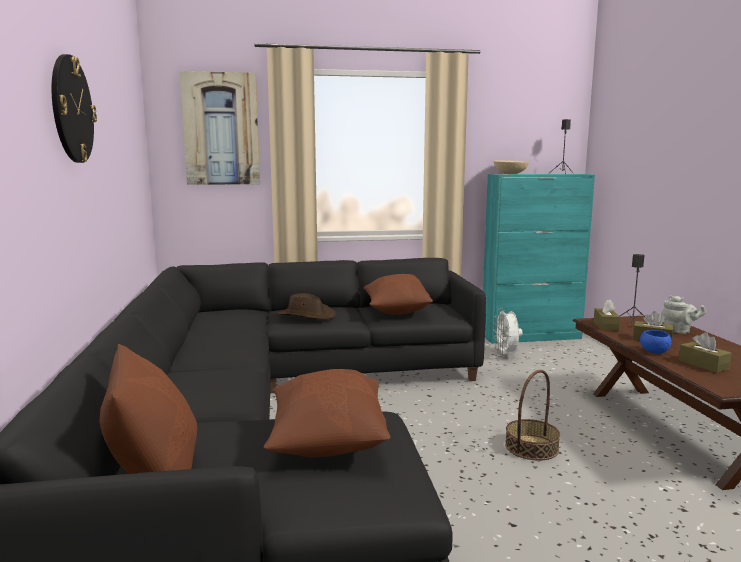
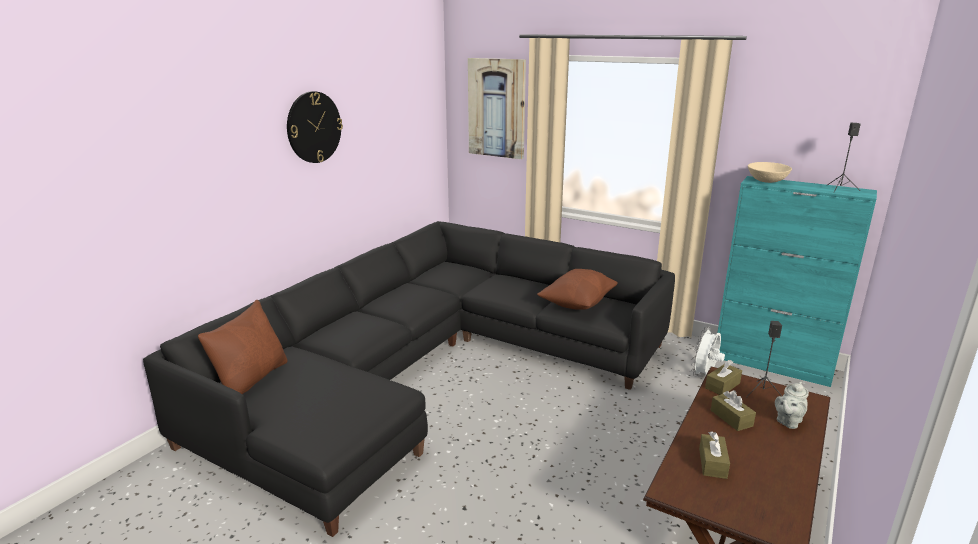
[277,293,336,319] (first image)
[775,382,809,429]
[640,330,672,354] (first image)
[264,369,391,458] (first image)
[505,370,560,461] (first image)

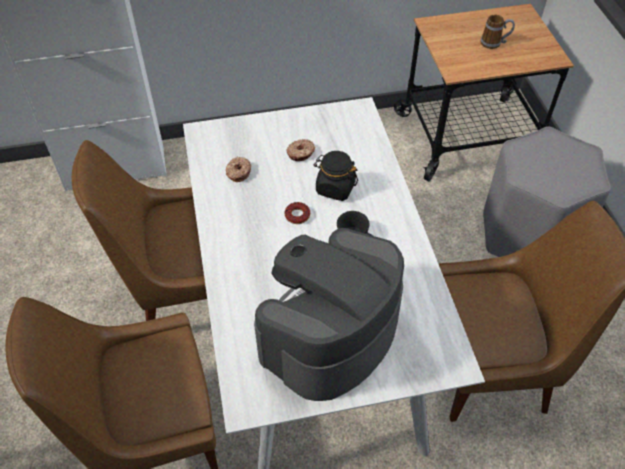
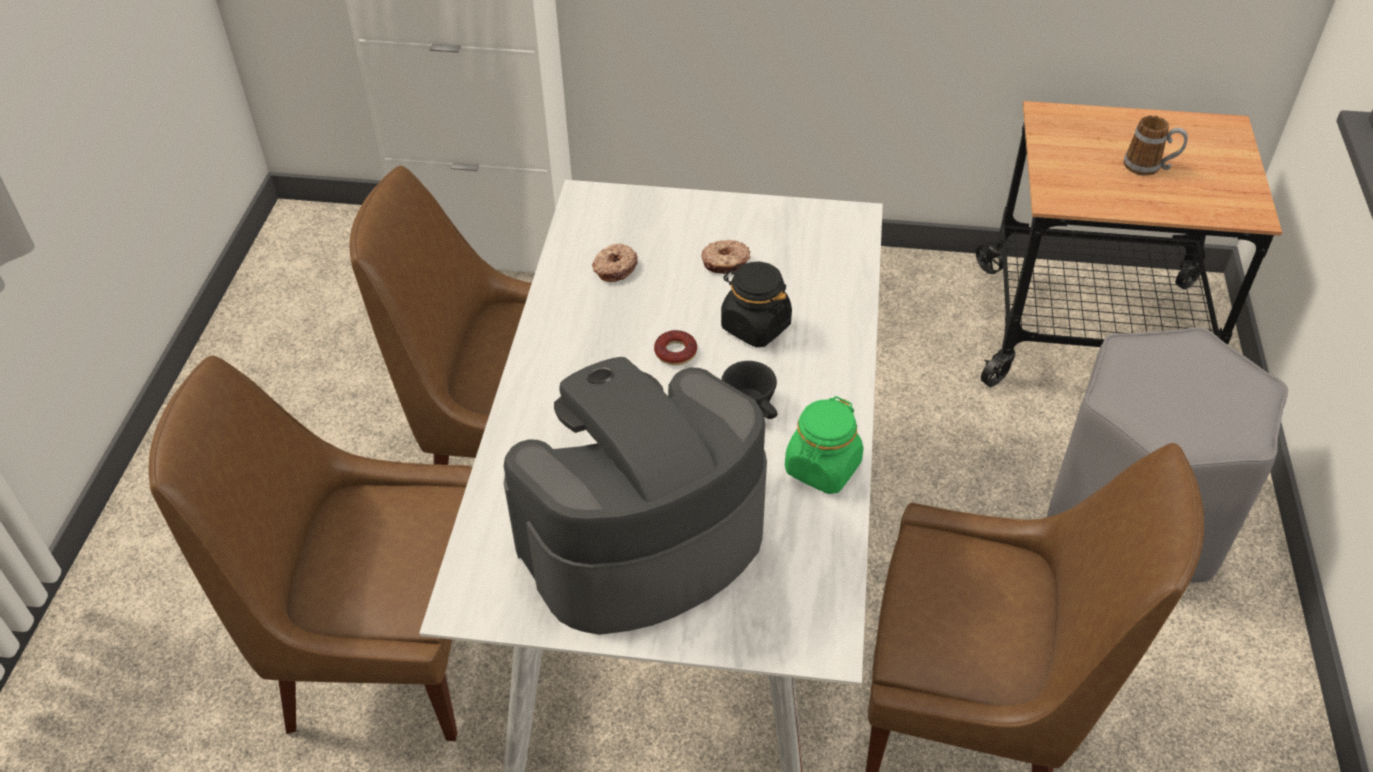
[785,396,864,494]

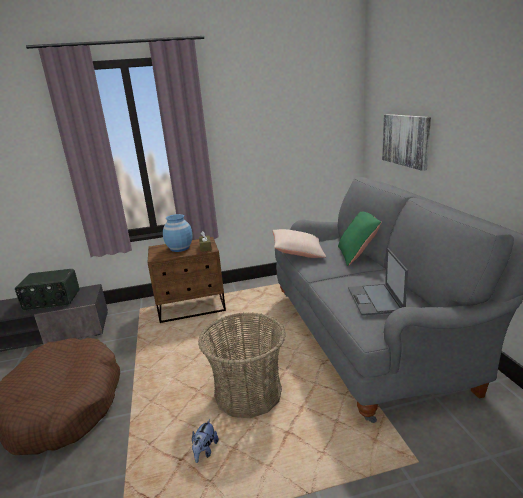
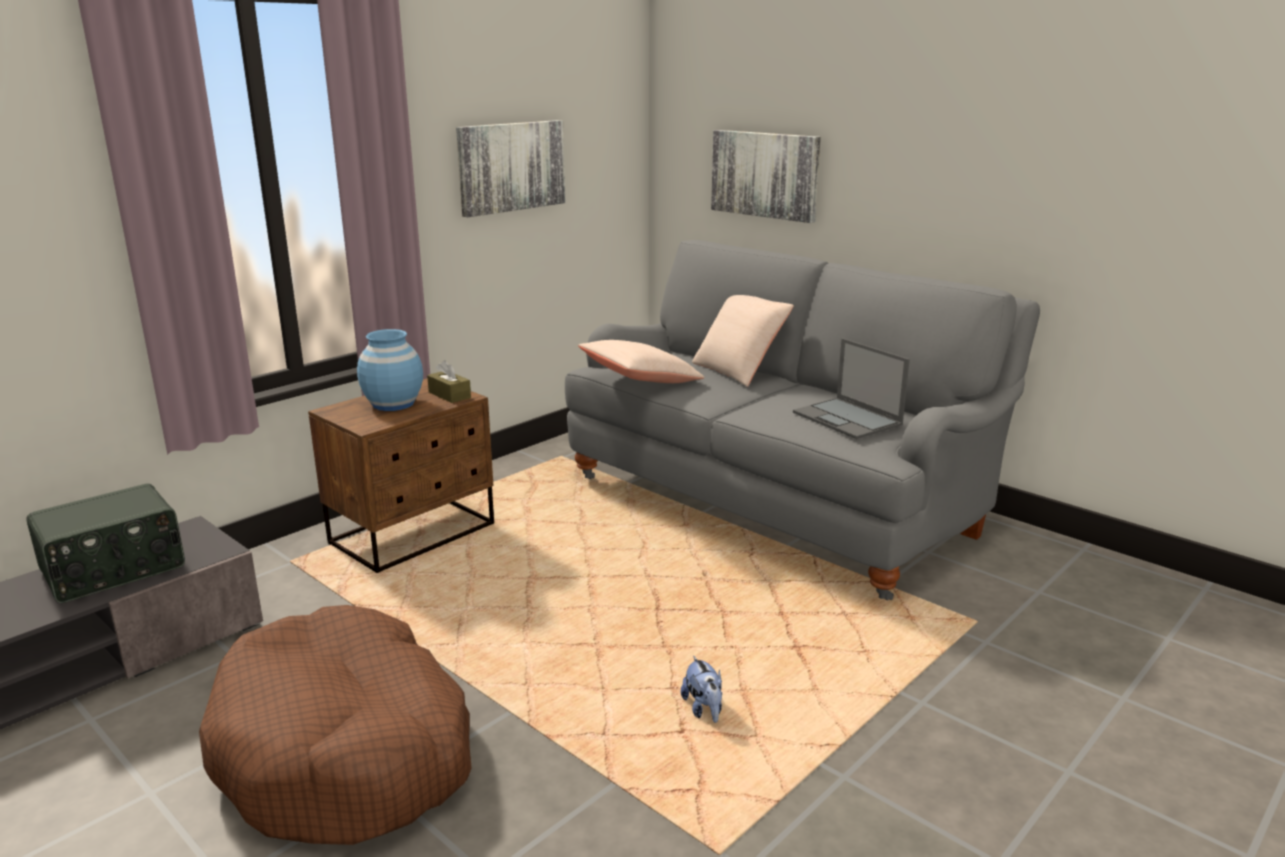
[692,295,794,387]
[198,313,286,418] (first image)
[456,120,565,217]

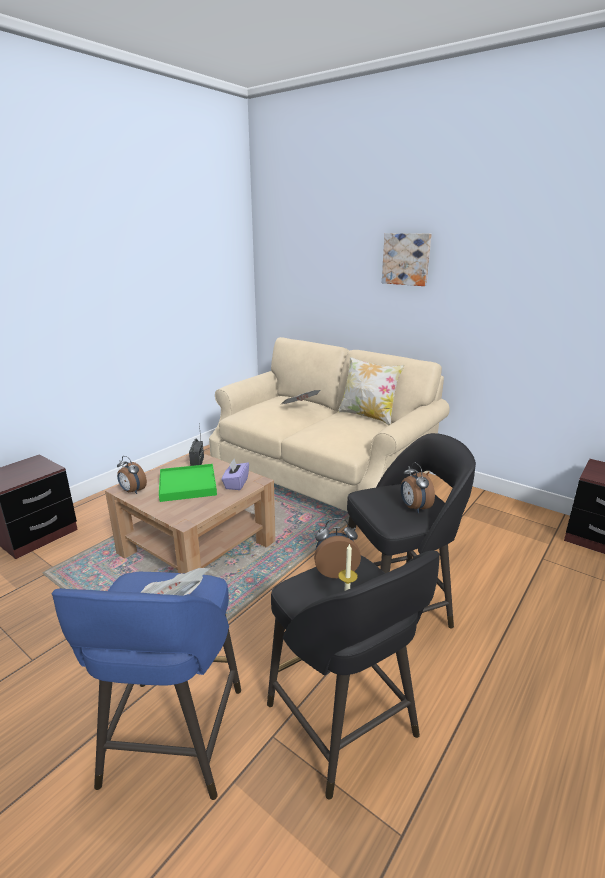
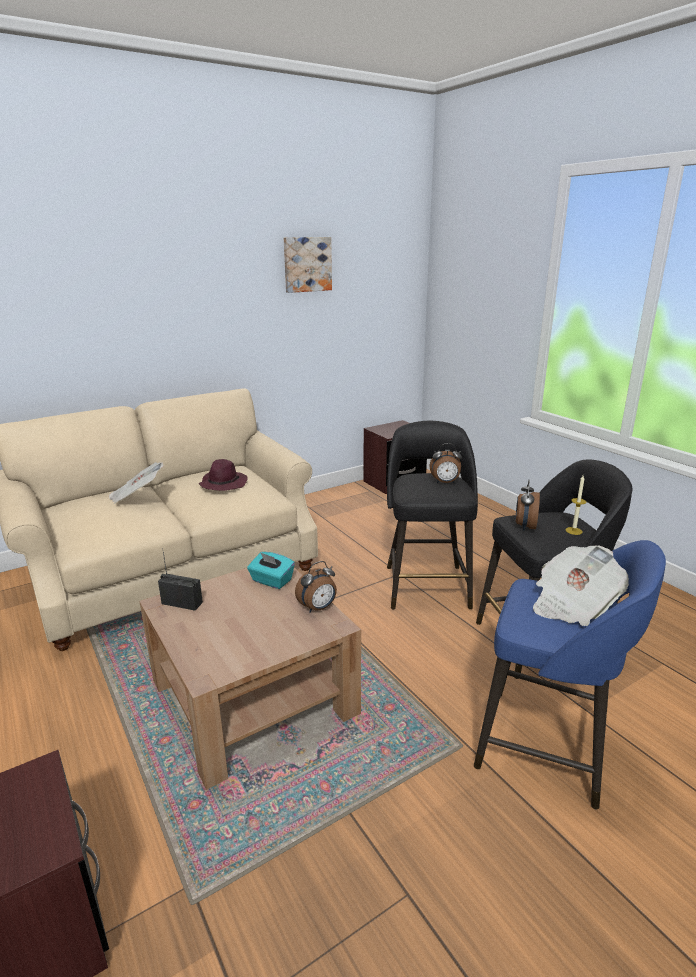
[284,237,332,293]
[338,357,405,425] (first image)
[295,561,337,613]
[247,552,295,589]
[159,464,217,502] (first image)
[199,459,248,491]

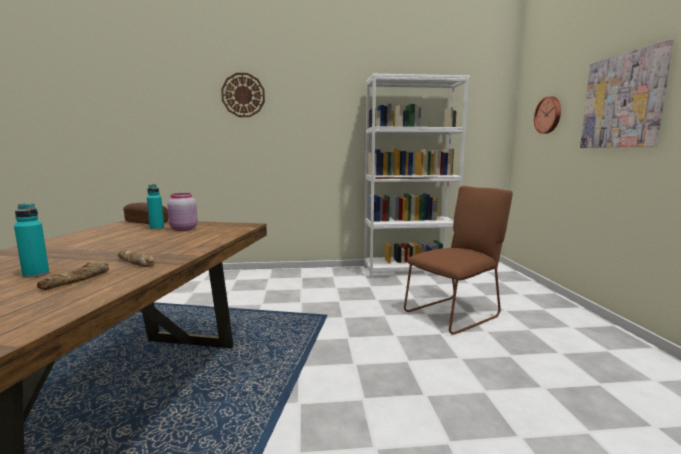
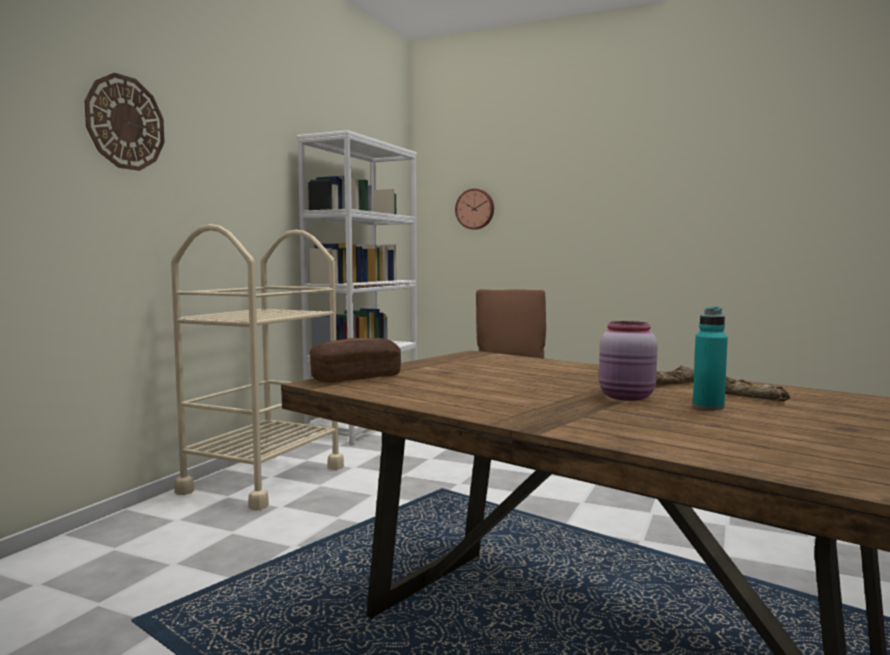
[580,39,674,148] (first image)
[147,184,164,230] (first image)
[599,321,658,401]
[171,224,344,510]

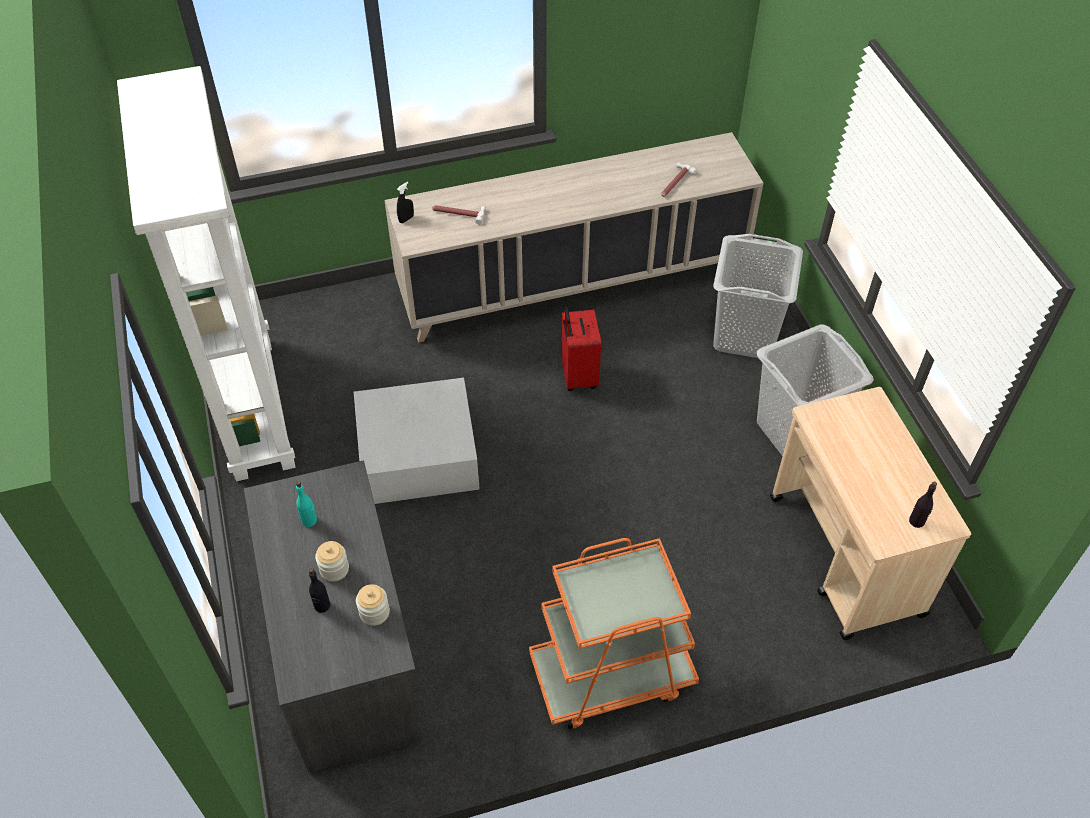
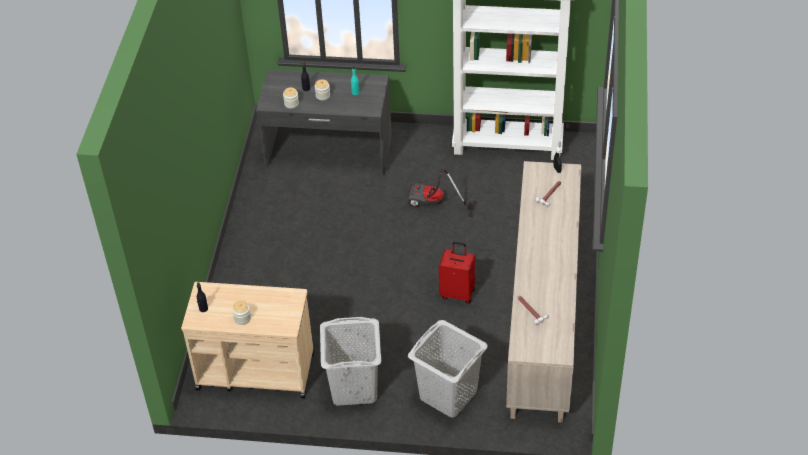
[407,169,477,217]
[529,538,699,729] (first image)
[232,301,251,325]

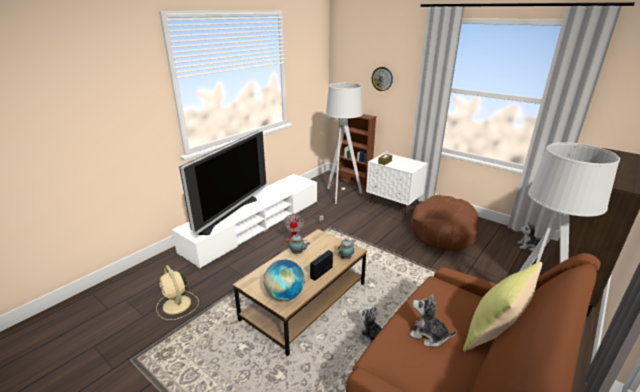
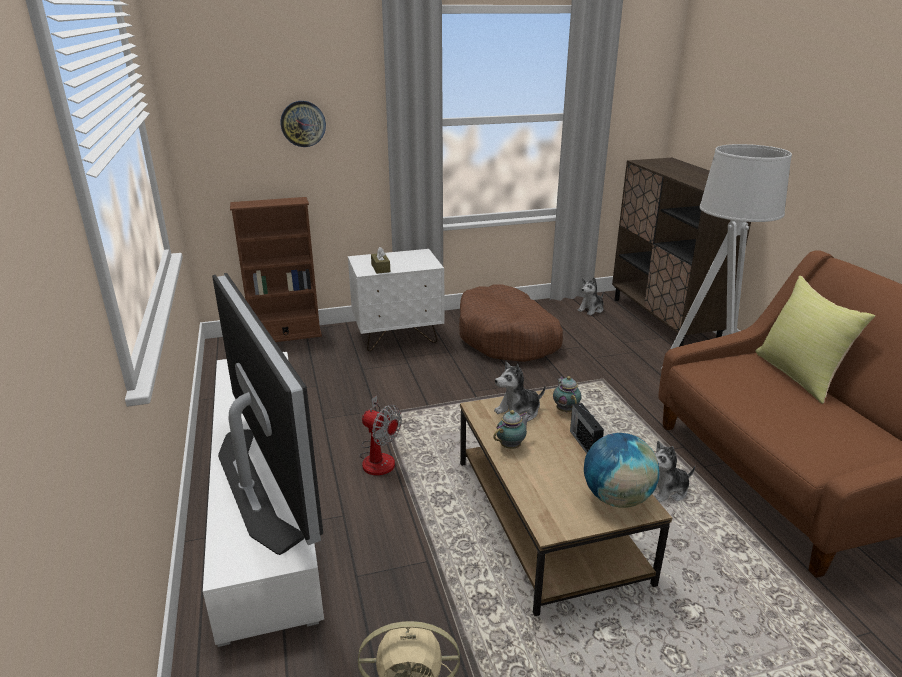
[326,83,363,204] (first image)
[494,361,546,422]

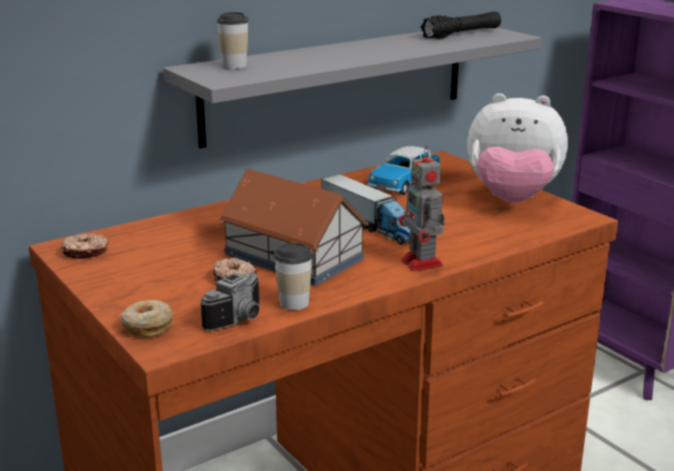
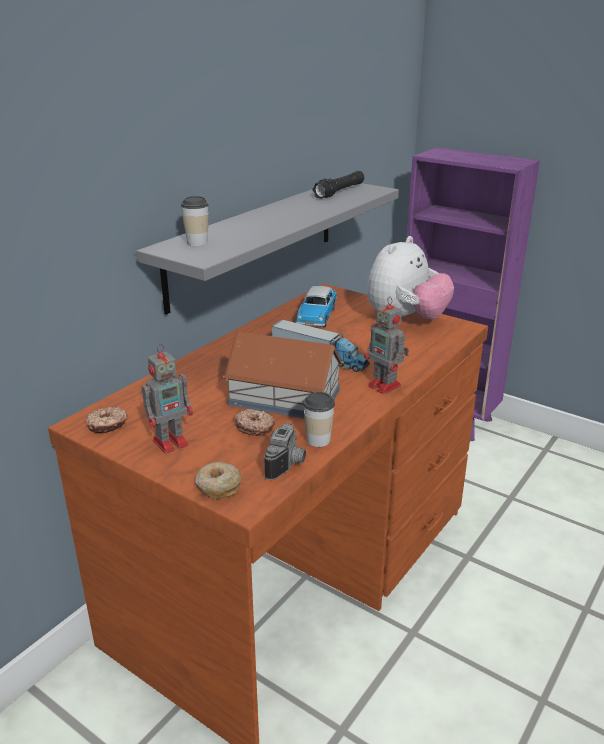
[367,236,454,319]
[142,344,193,454]

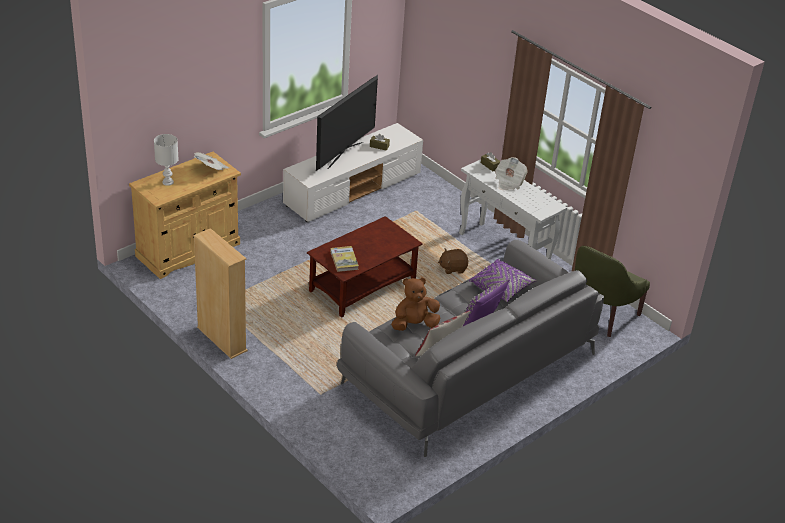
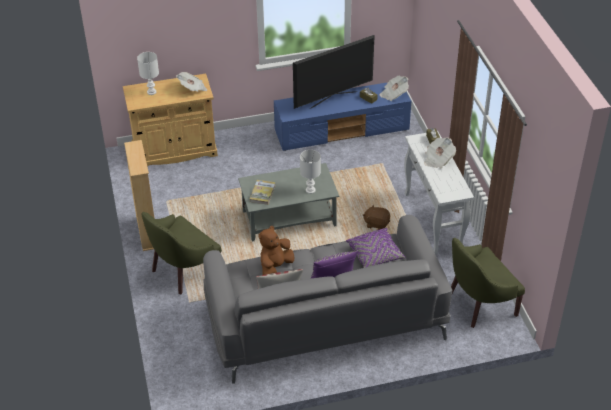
[274,82,411,151]
[238,163,339,241]
[258,226,295,275]
[380,76,409,101]
[300,150,321,194]
[142,212,222,294]

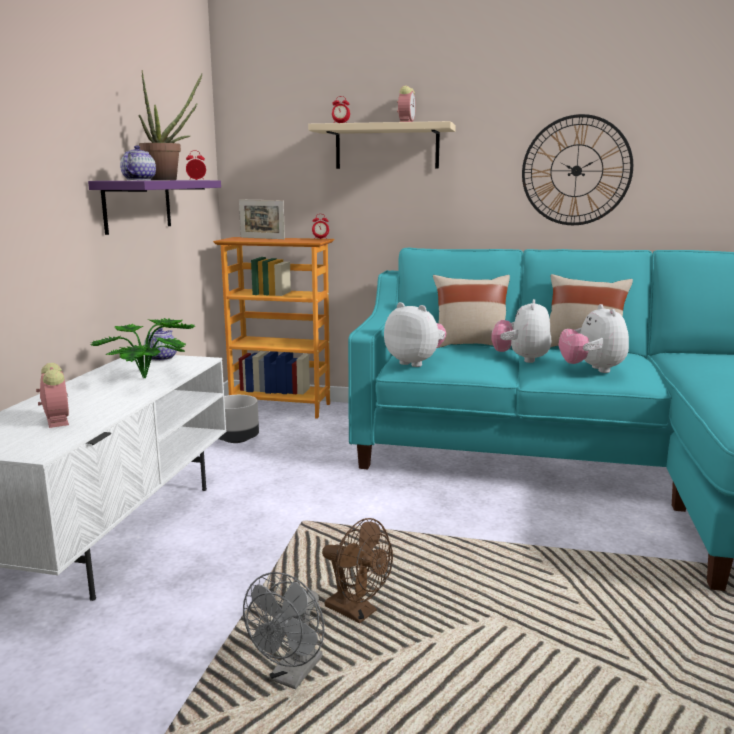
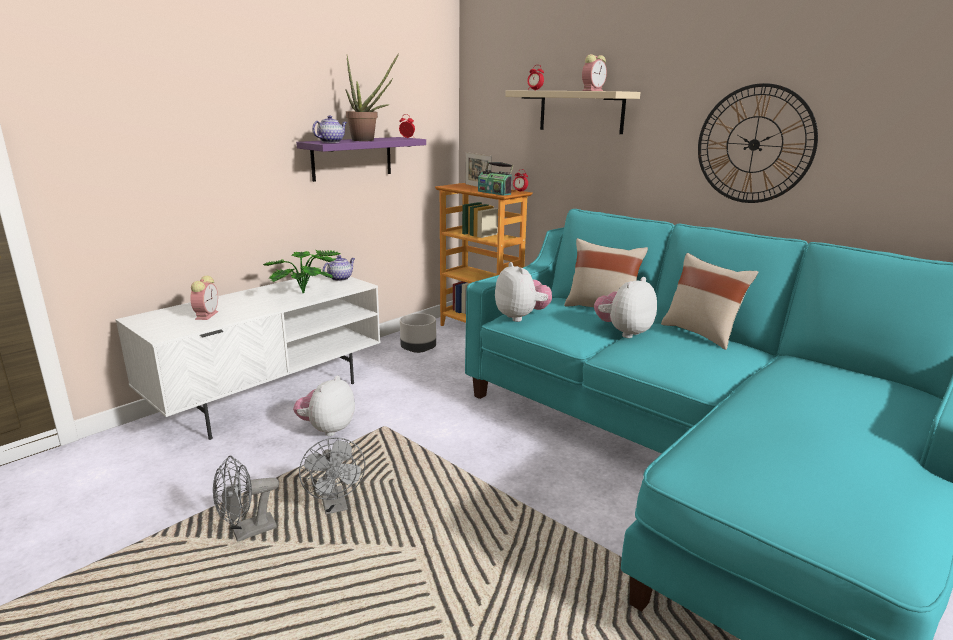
[293,375,355,436]
[299,438,365,515]
[478,162,514,196]

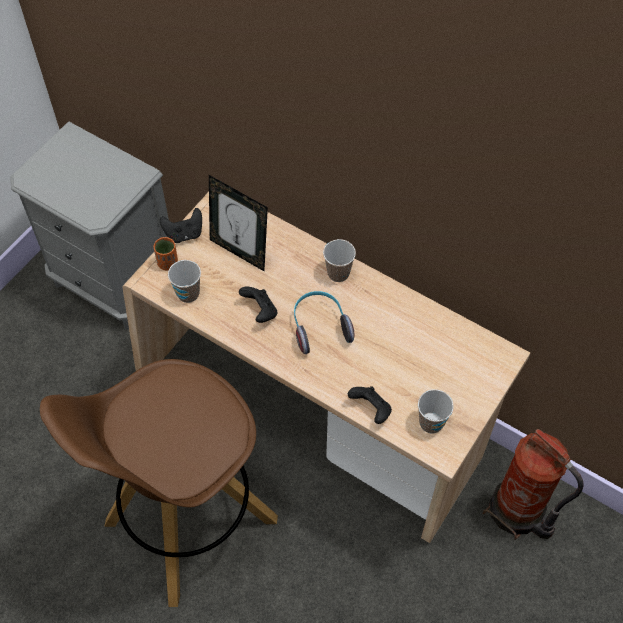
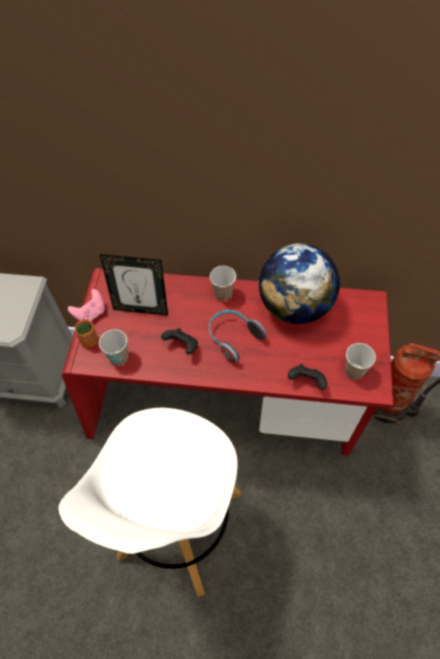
[62,268,393,456]
[68,289,105,322]
[59,408,241,597]
[259,243,340,324]

